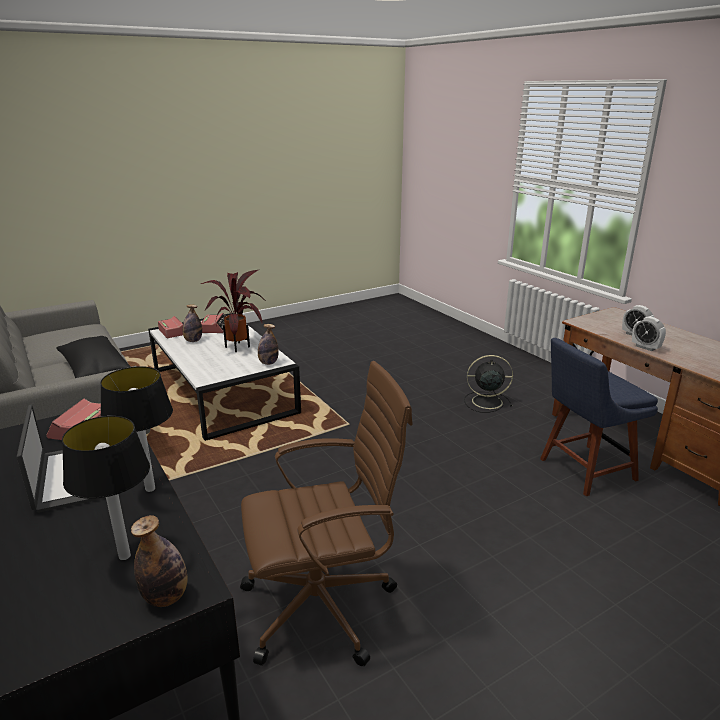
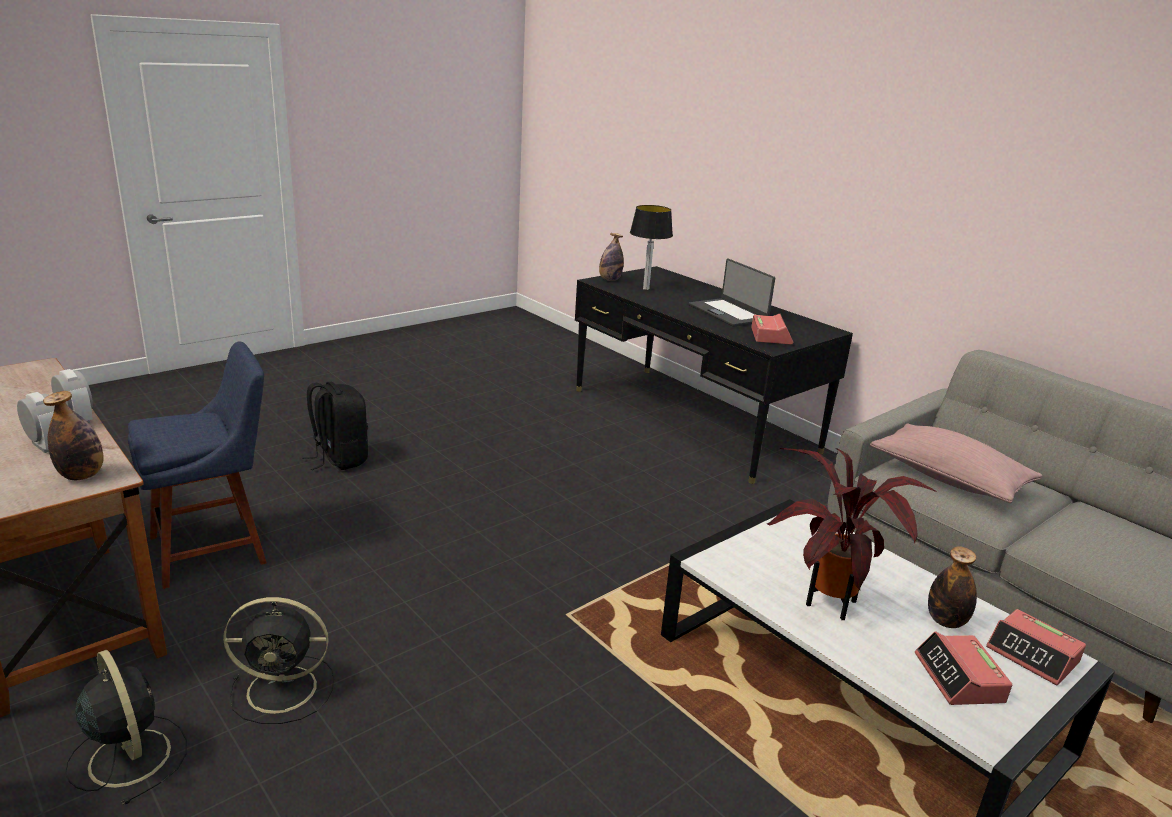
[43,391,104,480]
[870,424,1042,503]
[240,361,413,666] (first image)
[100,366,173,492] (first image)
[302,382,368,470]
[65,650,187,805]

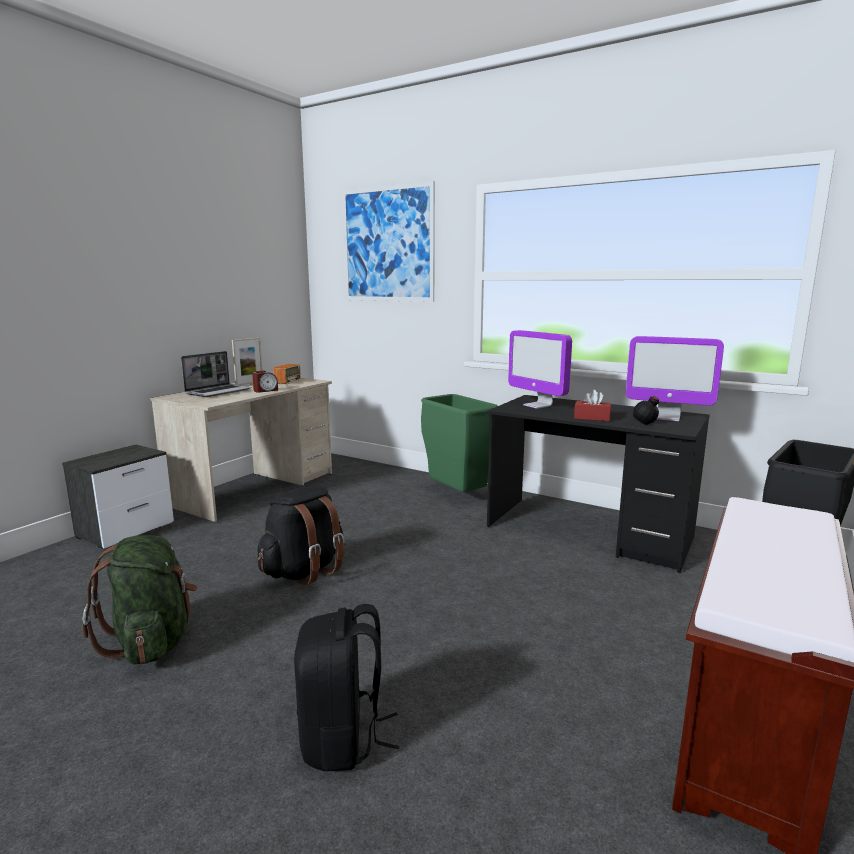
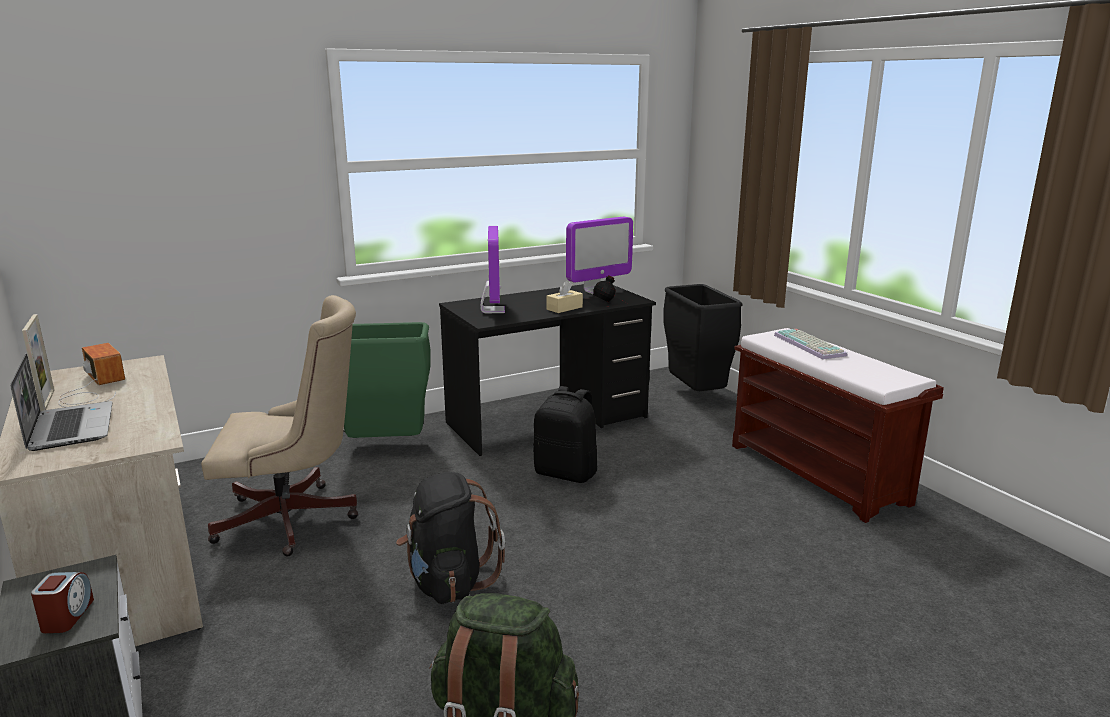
[342,181,435,302] (first image)
[480,226,505,313]
[31,572,94,633]
[547,281,583,313]
[533,386,598,483]
[201,295,358,556]
[774,329,847,360]

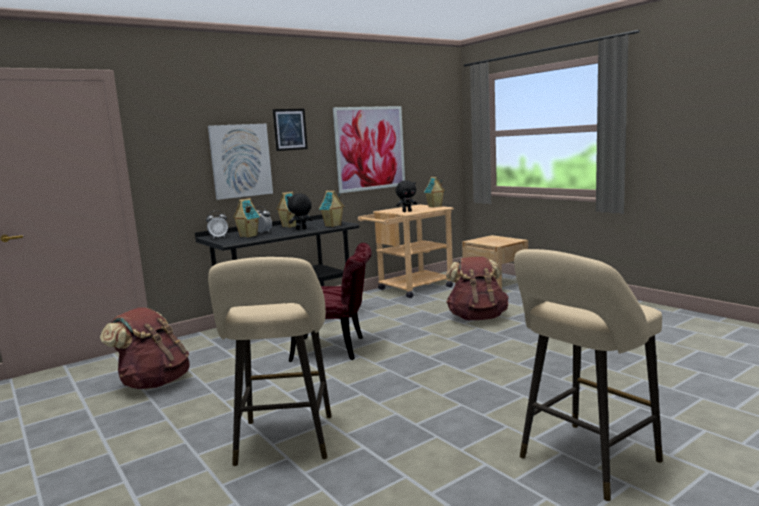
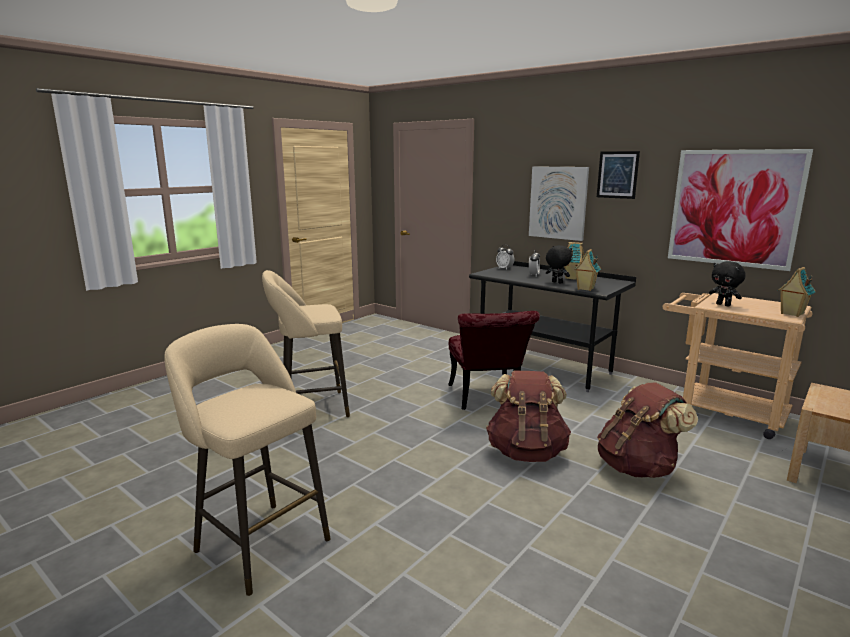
[233,198,260,238] (first image)
[486,371,571,462]

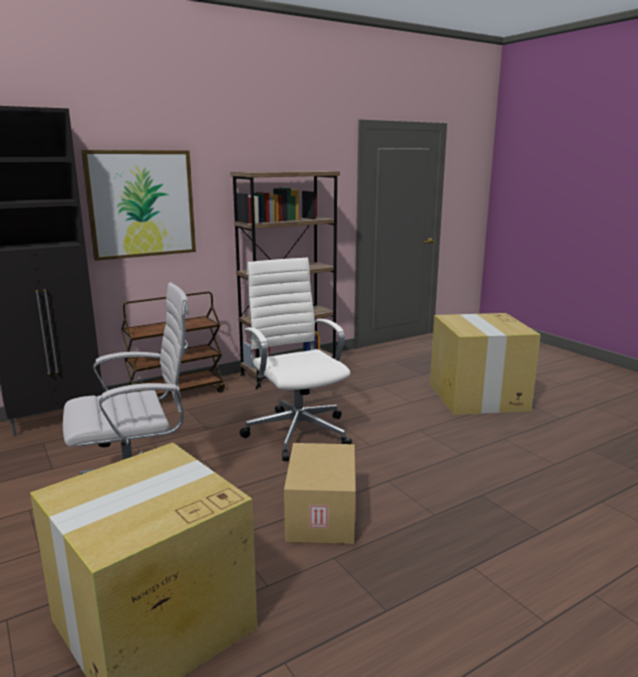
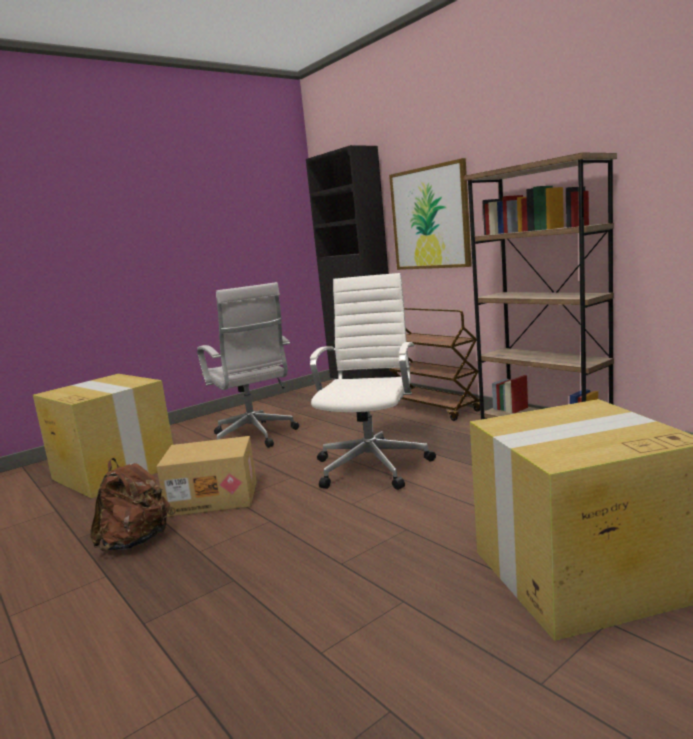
[310,273,436,490]
[90,458,170,551]

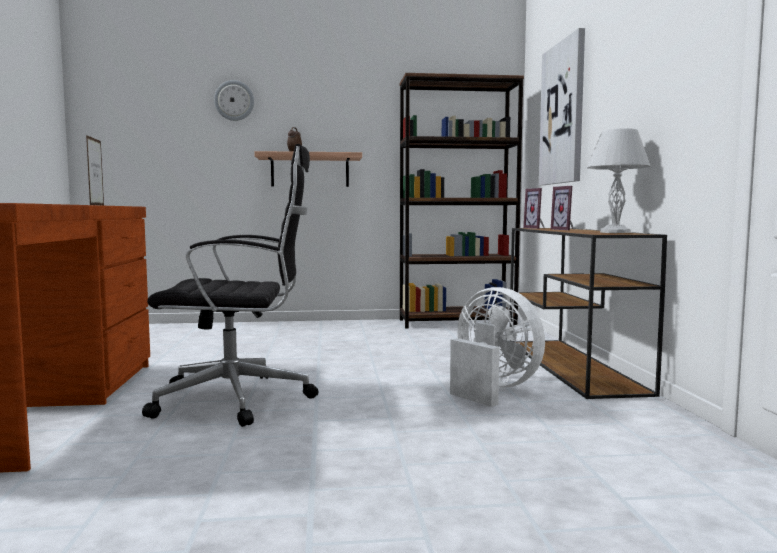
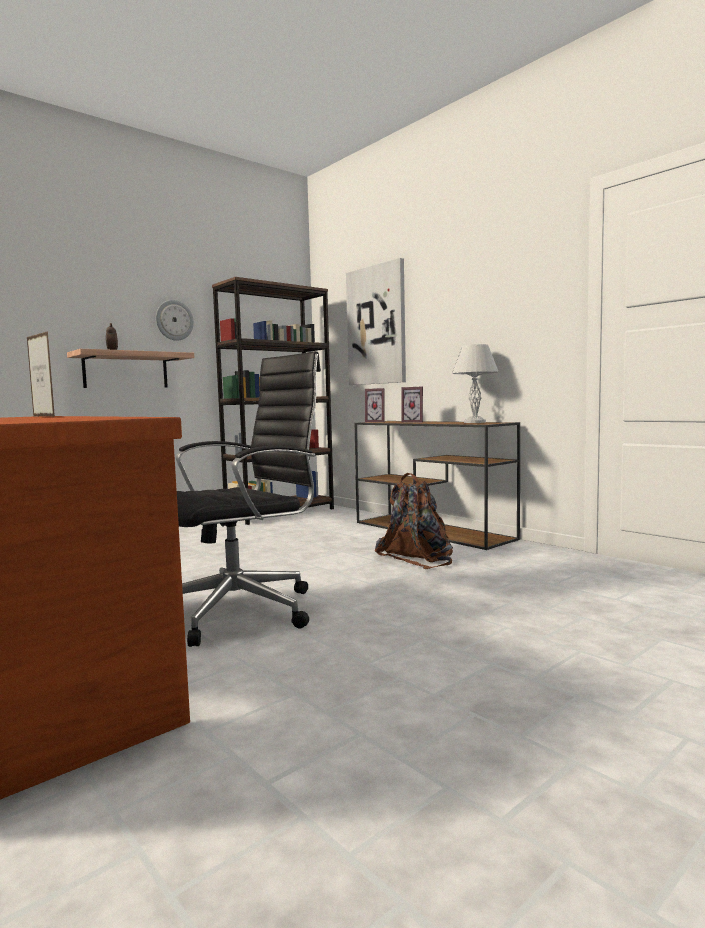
[156,300,194,341]
[375,473,453,569]

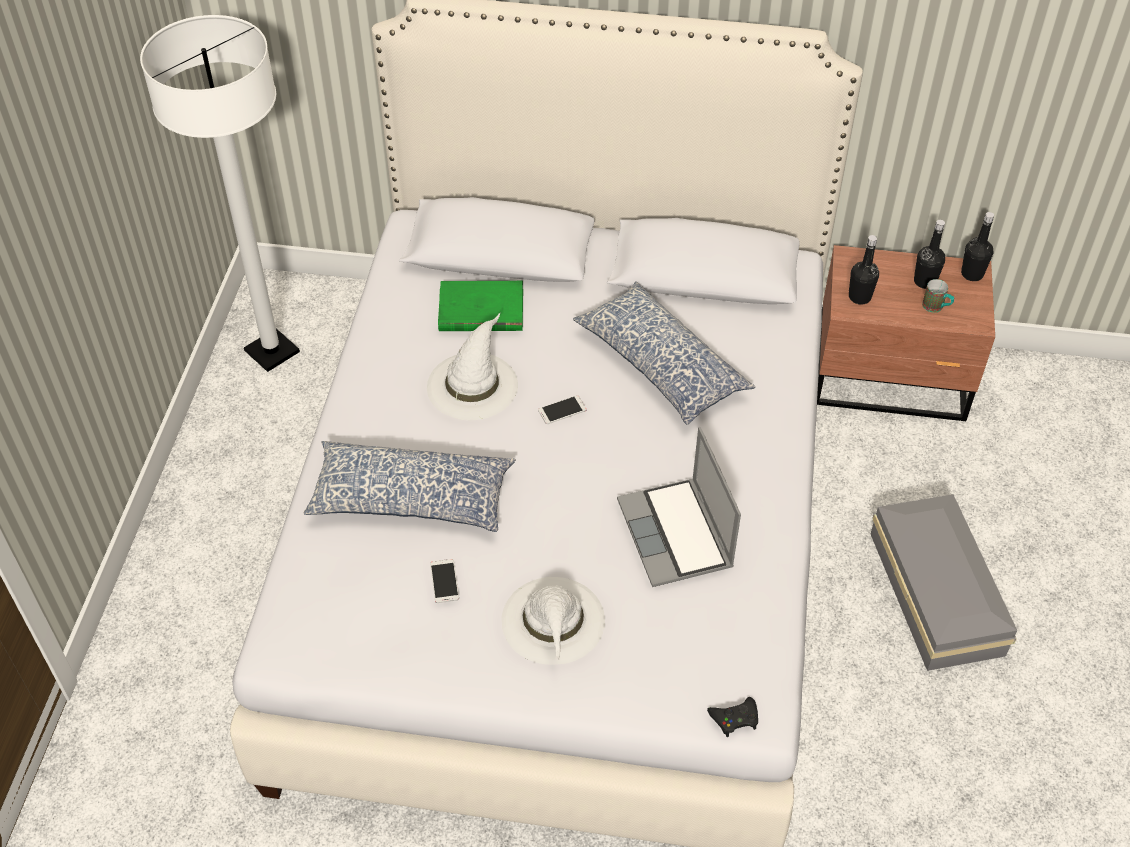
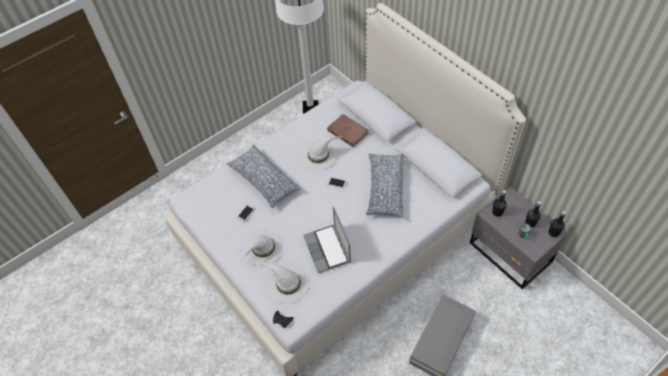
[470,187,568,290]
[327,114,368,147]
[303,206,351,273]
[261,262,310,304]

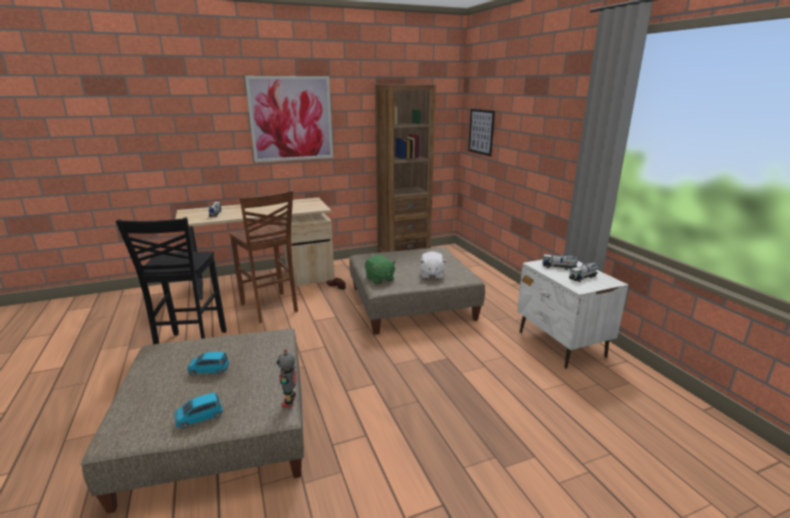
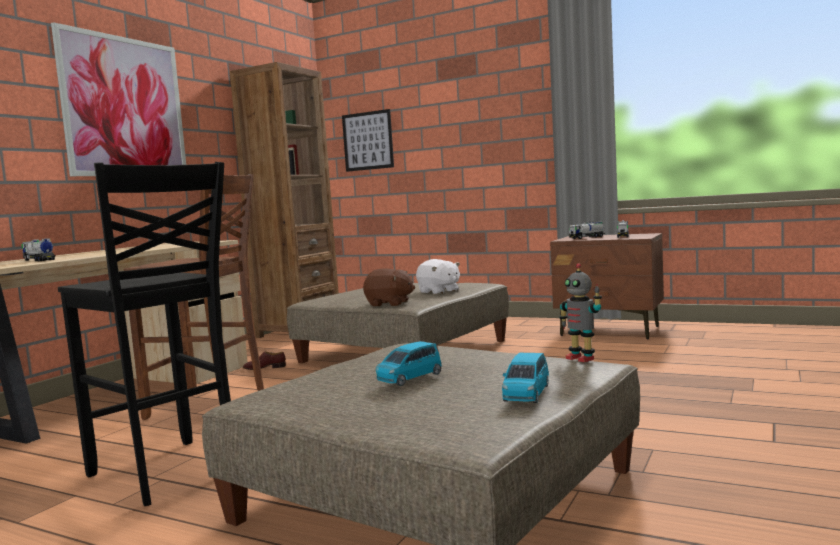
[363,268,415,306]
[550,233,664,339]

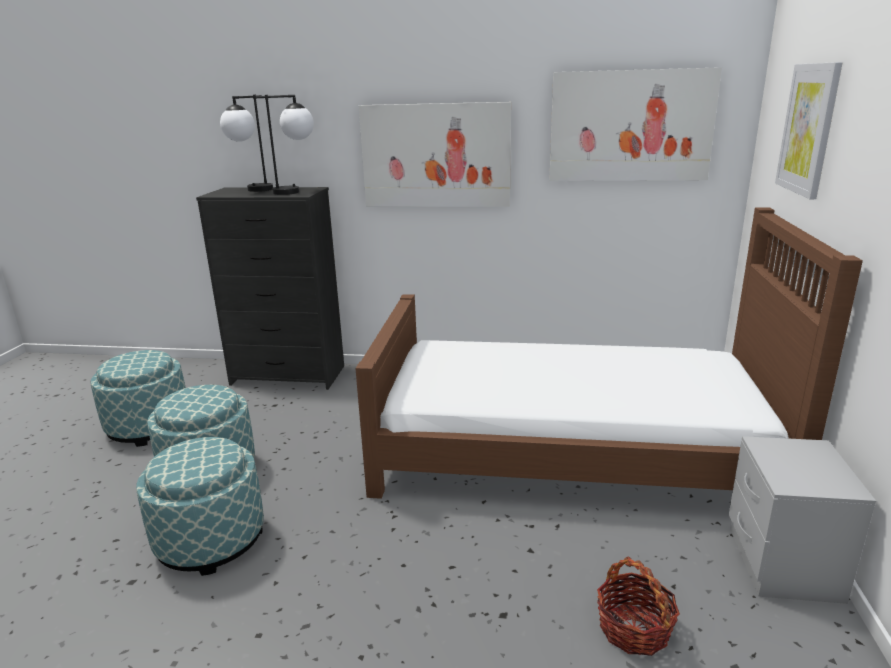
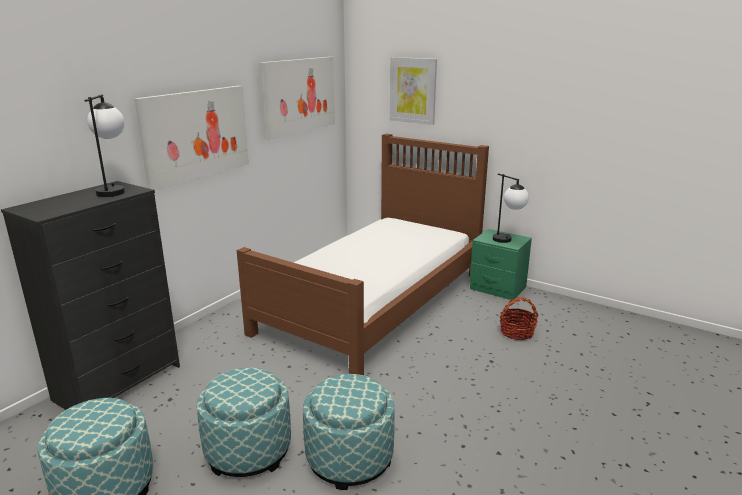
[493,173,529,243]
[470,229,532,300]

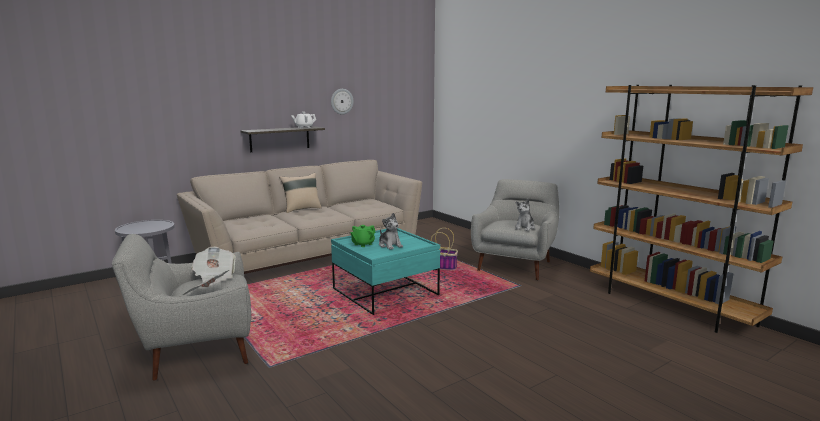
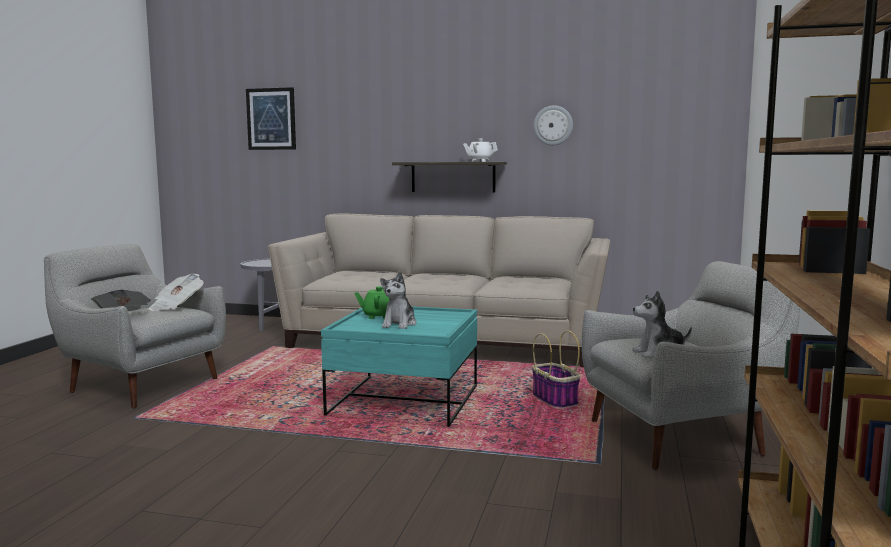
[279,173,322,213] (first image)
[246,87,296,150]

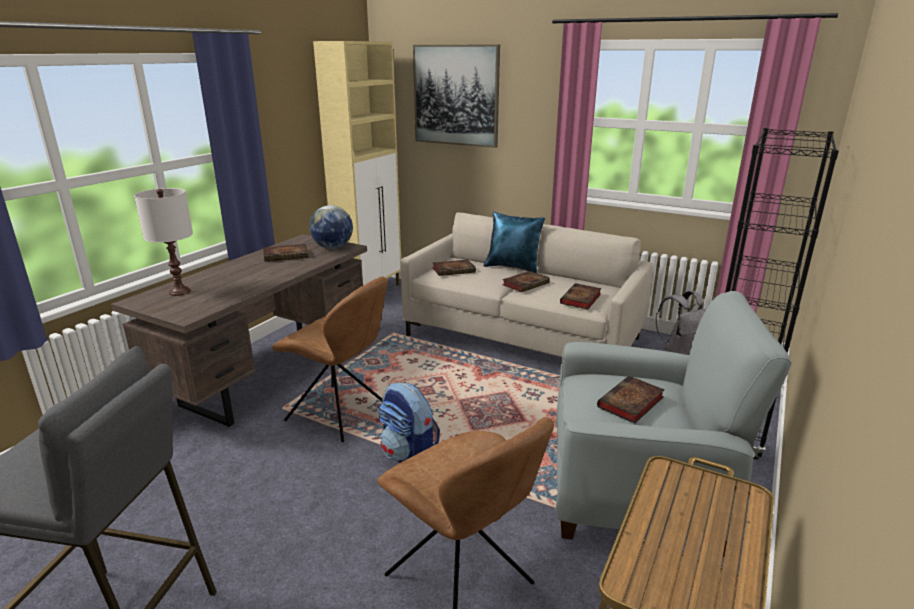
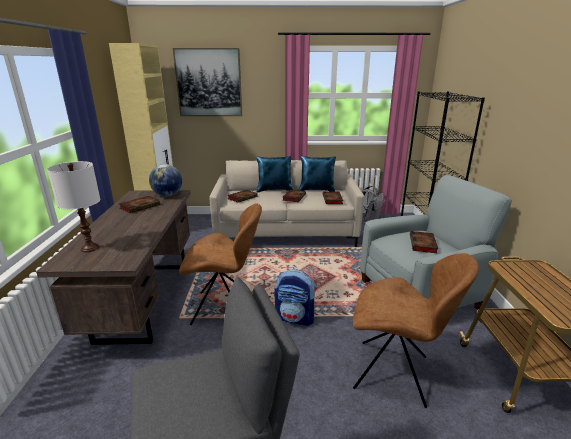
[299,156,336,192]

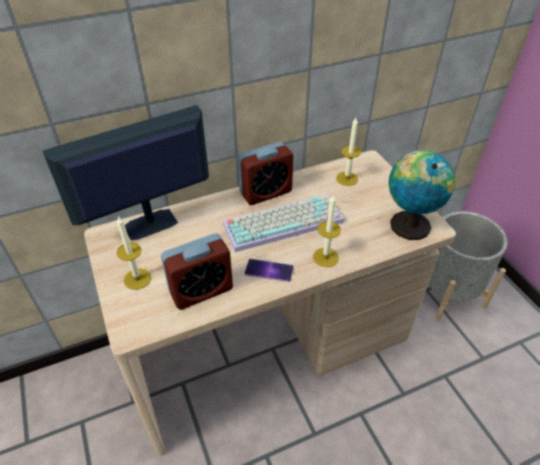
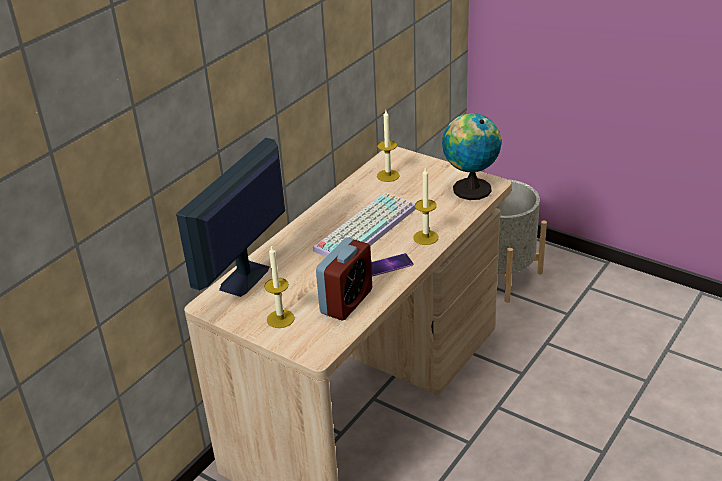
[238,142,293,205] (first image)

